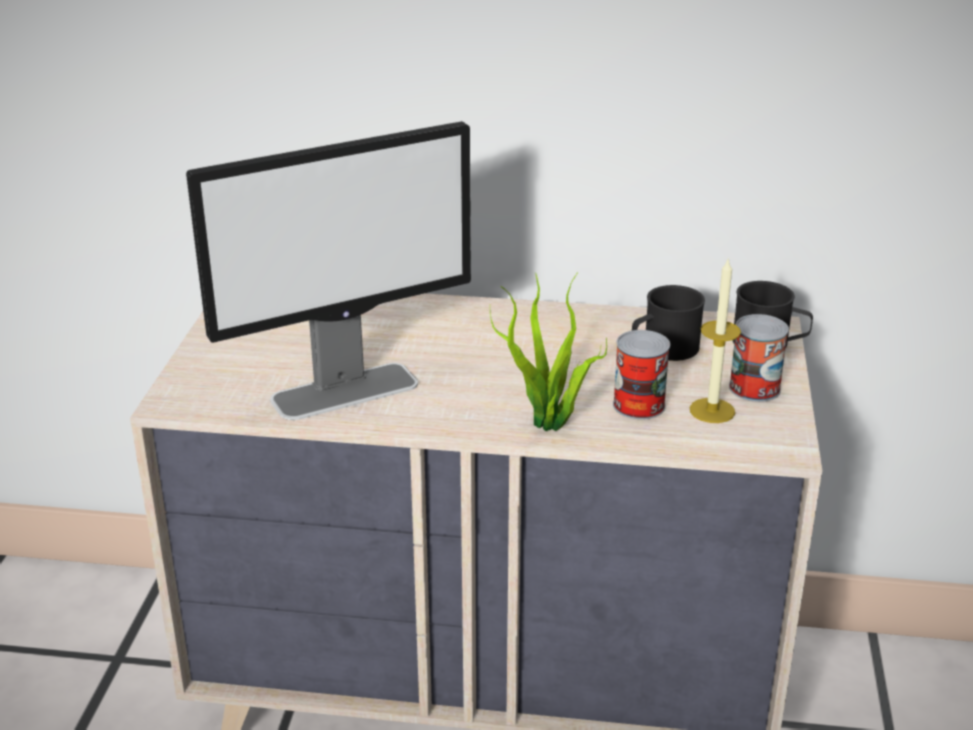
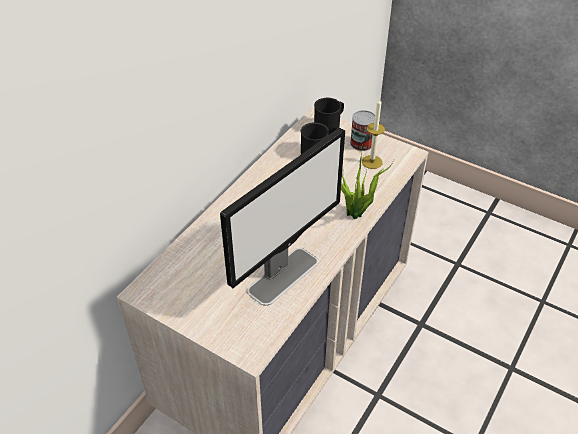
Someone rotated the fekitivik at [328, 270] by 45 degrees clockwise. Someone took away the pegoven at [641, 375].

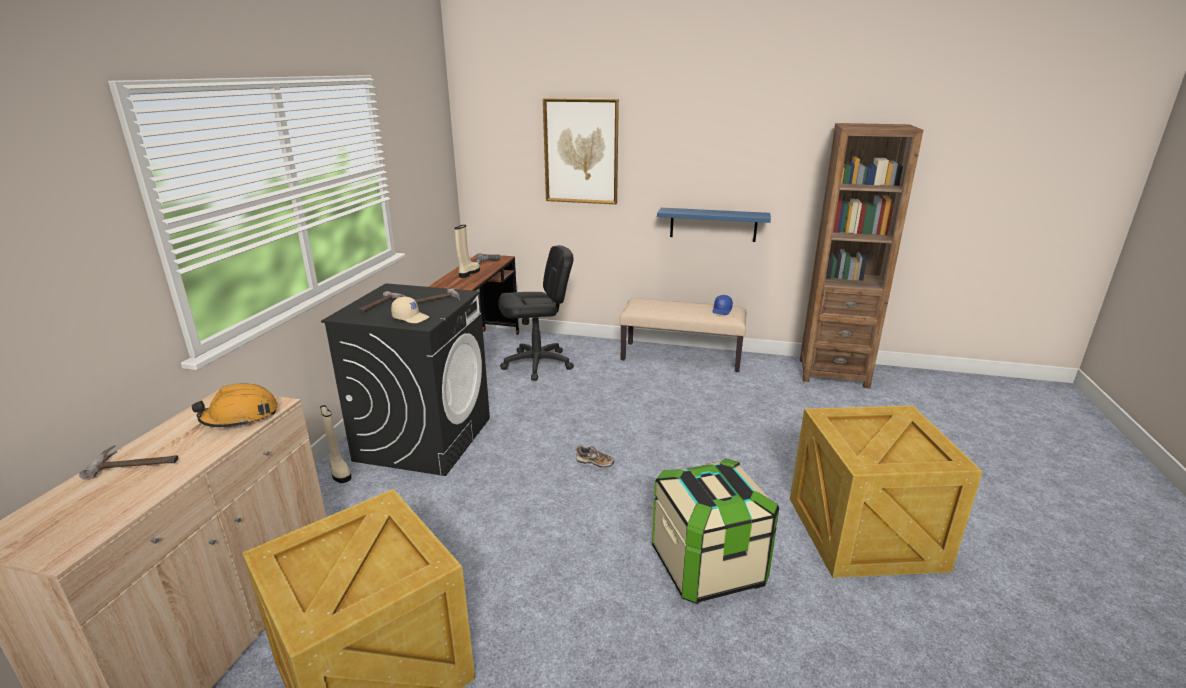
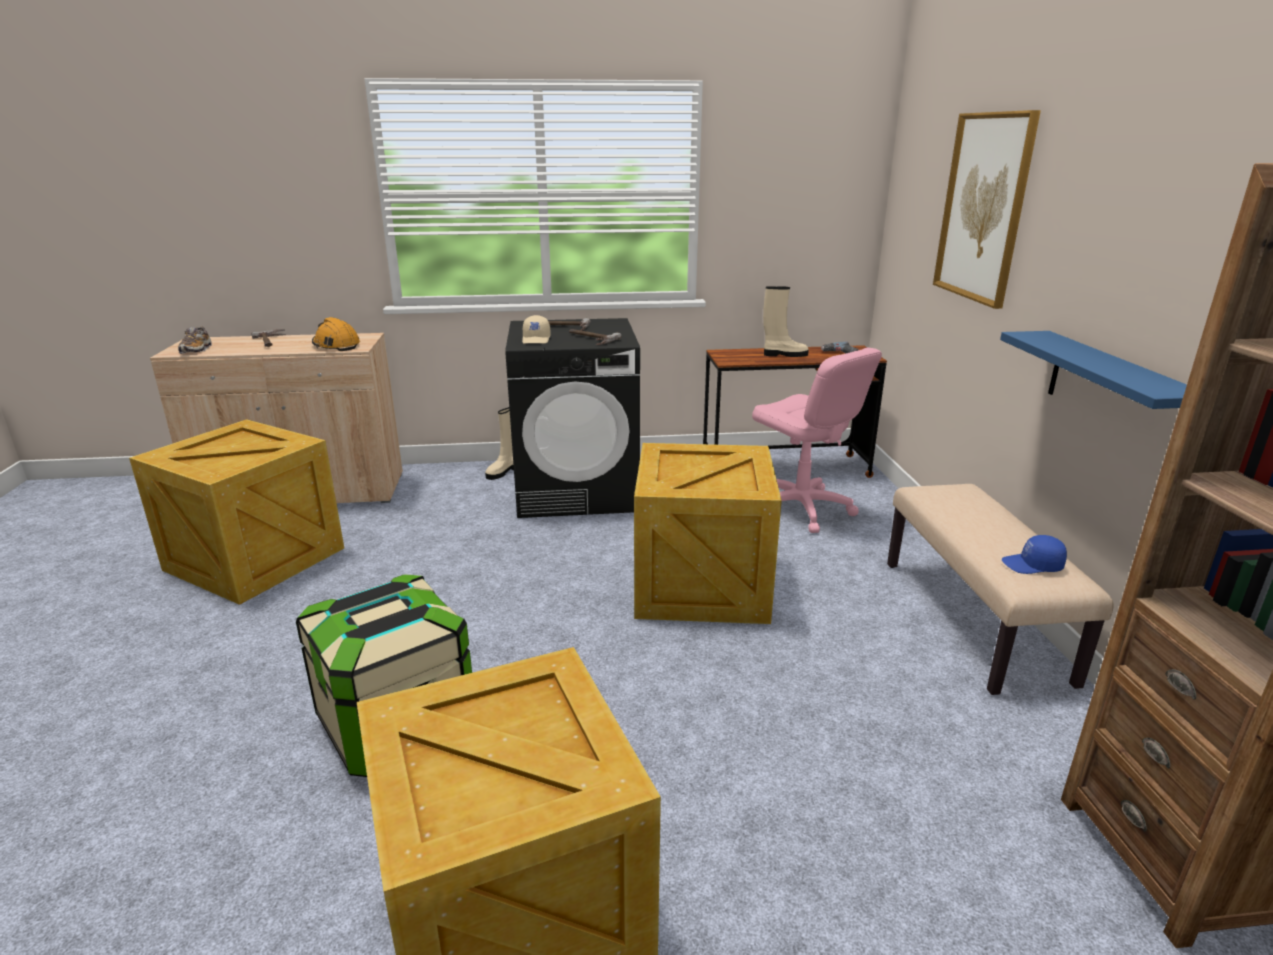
Someone repainted the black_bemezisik at [536, 313], which became the pink_bemezisik at [817, 440]. Someone carried the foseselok from [594, 457] to [195, 340]. Someone put down the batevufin at [708, 533].

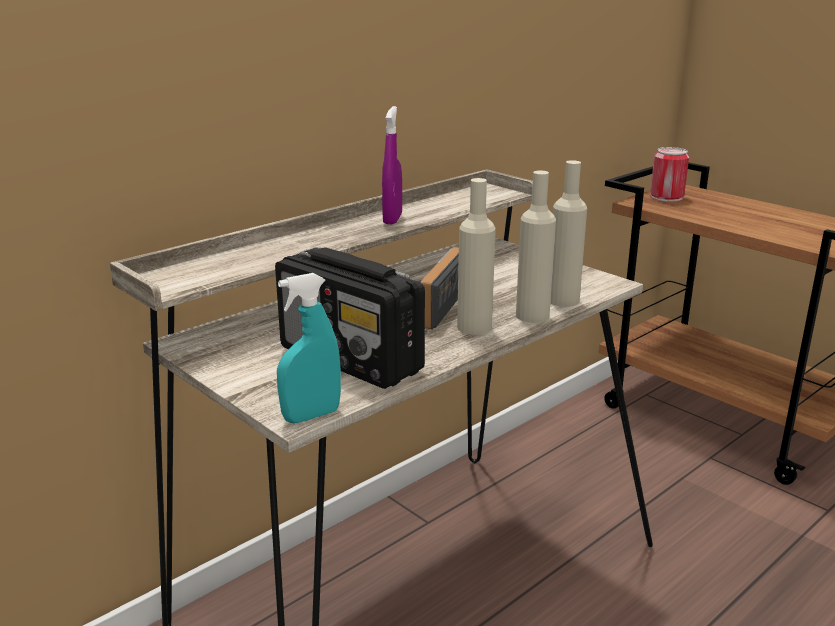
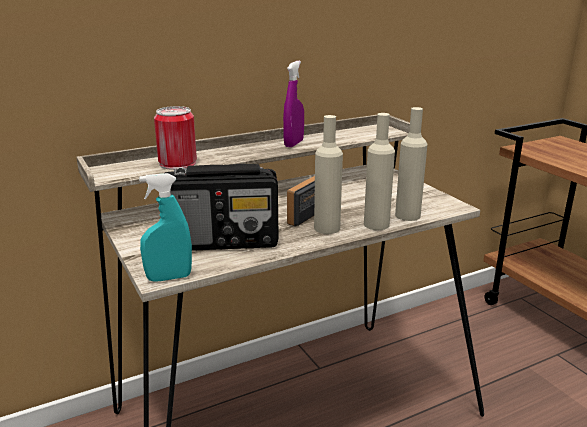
Someone rotated the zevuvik at [350, 318] by 60 degrees counterclockwise. Someone carried the pegoven from [669, 174] to [175, 138].

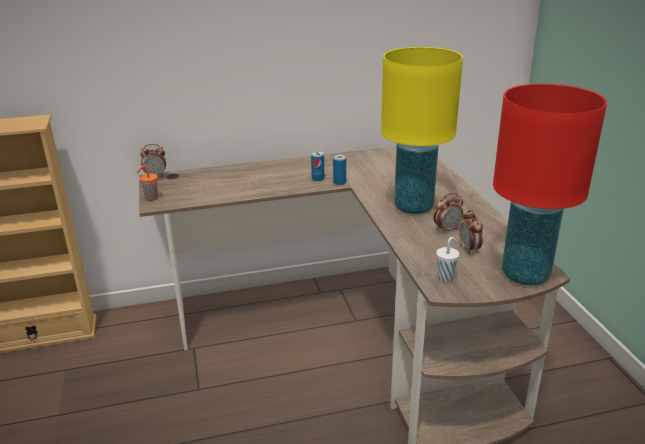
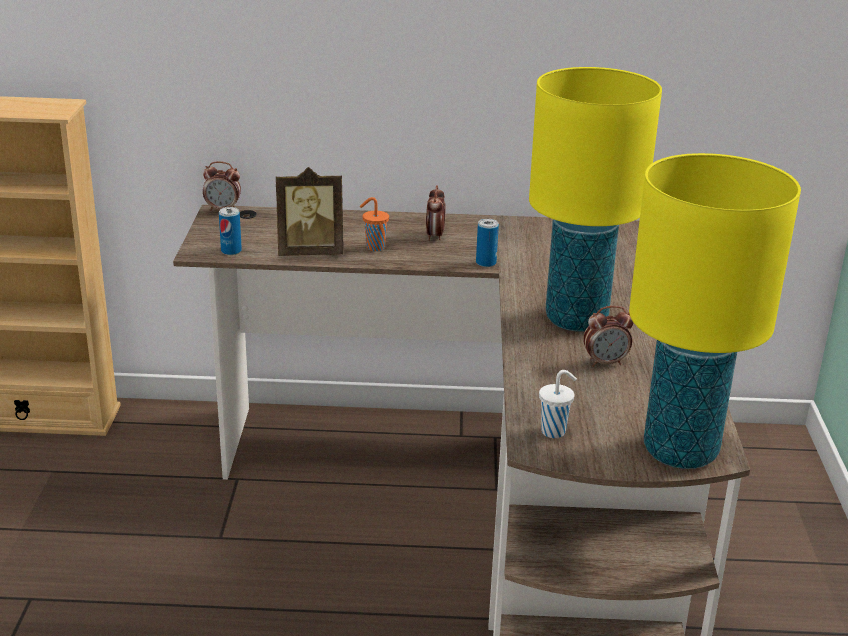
Someone carried the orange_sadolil from [147, 183] to [374, 224]. Someone carried the pegoven from [317, 166] to [230, 231]. Someone carried the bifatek from [471, 232] to [435, 213]. Someone repainted the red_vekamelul at [550, 185], which became the yellow_vekamelul at [715, 311]. Someone put down the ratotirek at [309, 211].

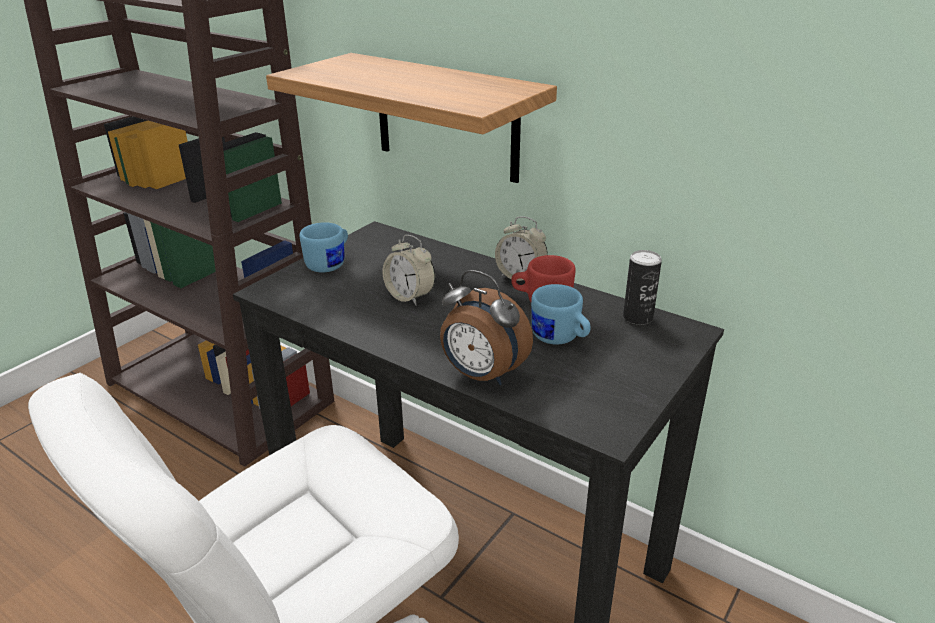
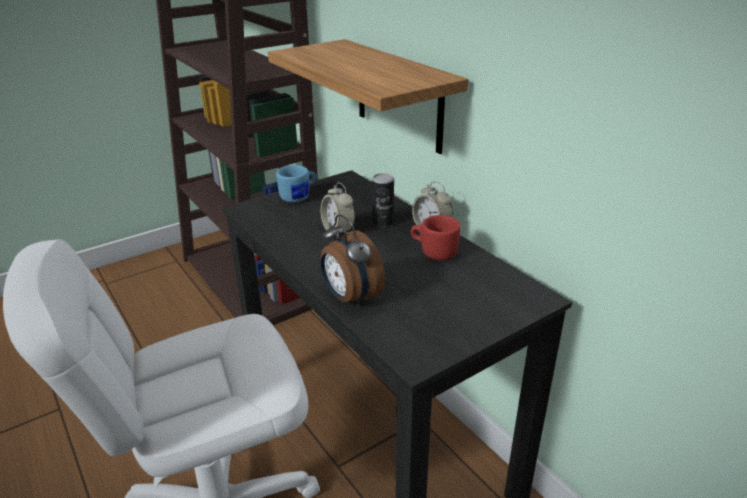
Someone took away the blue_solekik at [561, 314]. Someone carried the pegoven from [642, 287] to [383, 200].

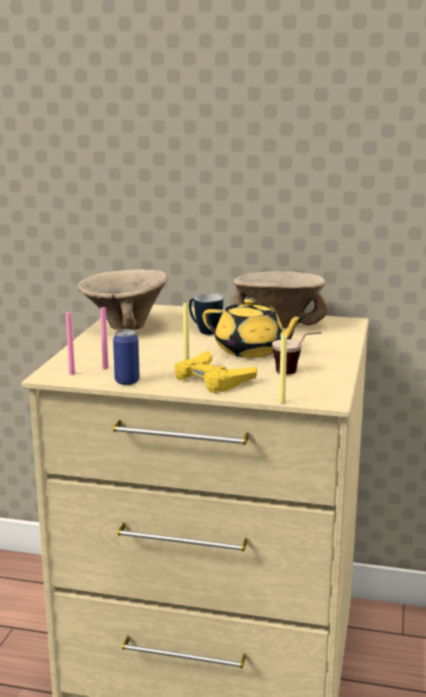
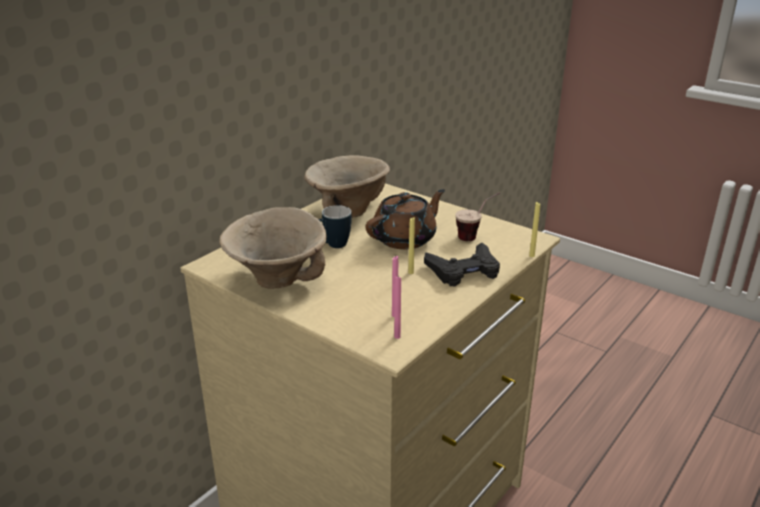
Someone took away the pegoven at [126, 357]. Someone repainted the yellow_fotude at [216, 372], which became the black_fotude at [462, 264]. Someone repainted the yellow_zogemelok at [254, 328], which became the brown_zogemelok at [405, 219].

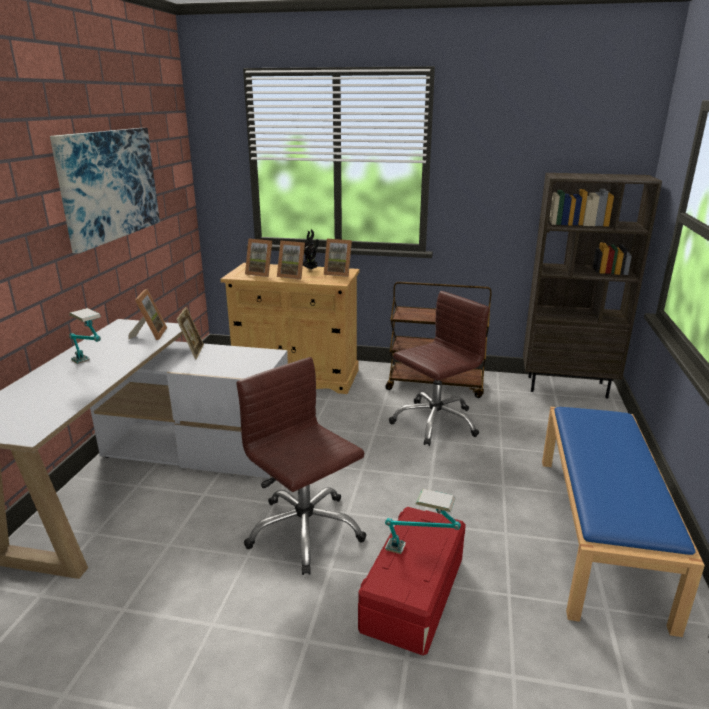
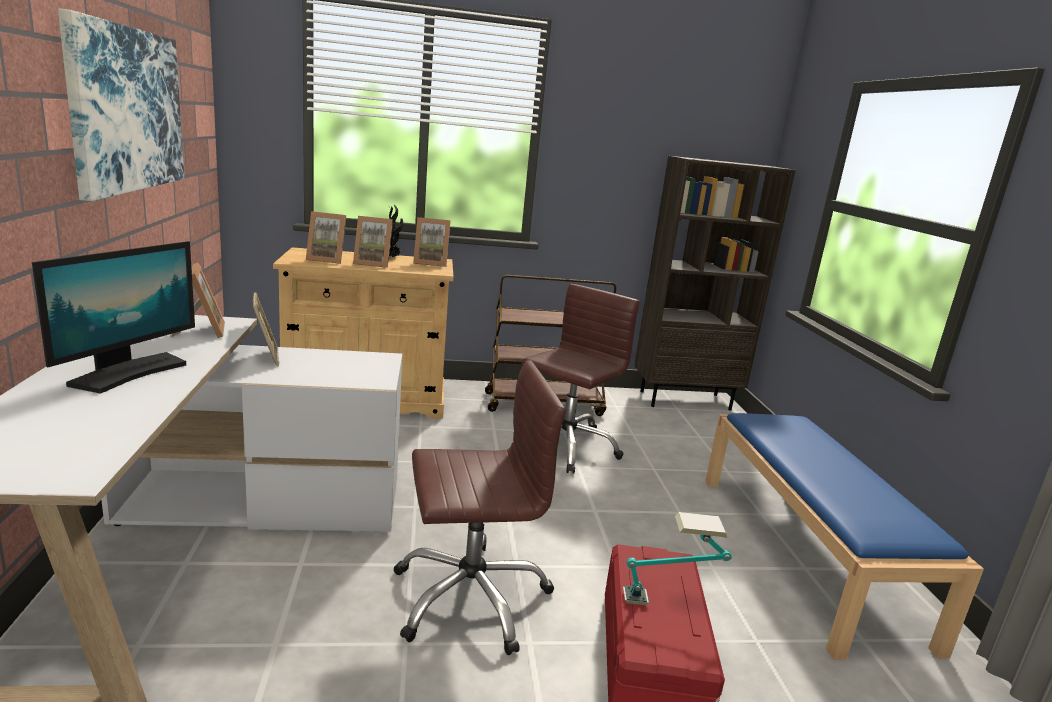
Someone swapped the vekamelul at [85, 336] for the fekitivik at [113, 317]. Someone rotated the brown_bemezisik at [301, 466] by 135 degrees clockwise.

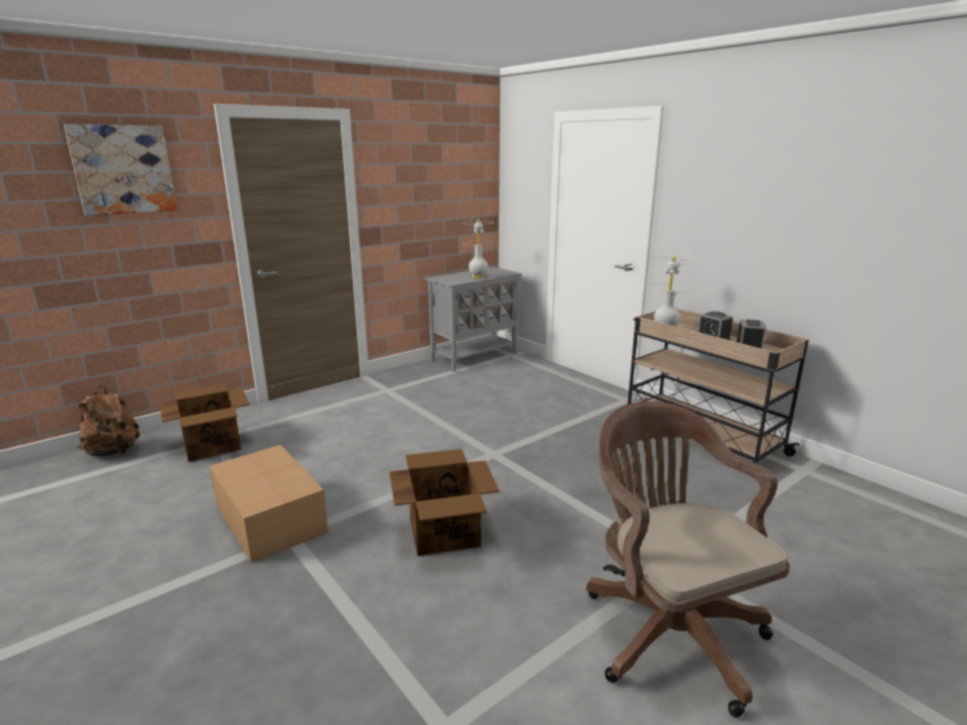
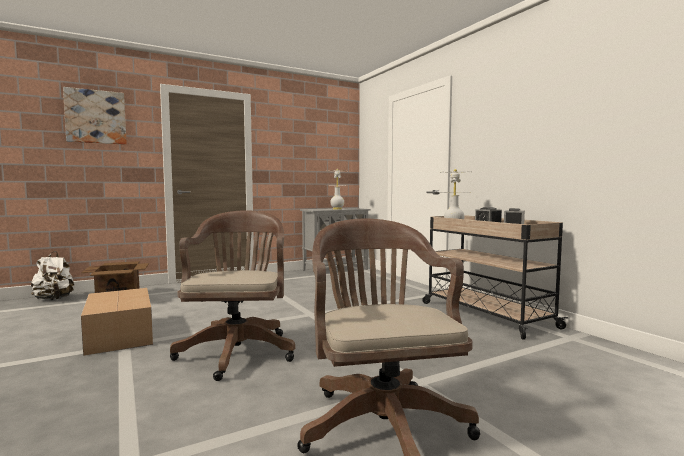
Someone repainted the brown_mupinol at [108, 420], which became the white_mupinol at [53, 275]. Someone swapped the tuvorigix at [444, 502] for the brown_bemezisik at [232, 295].

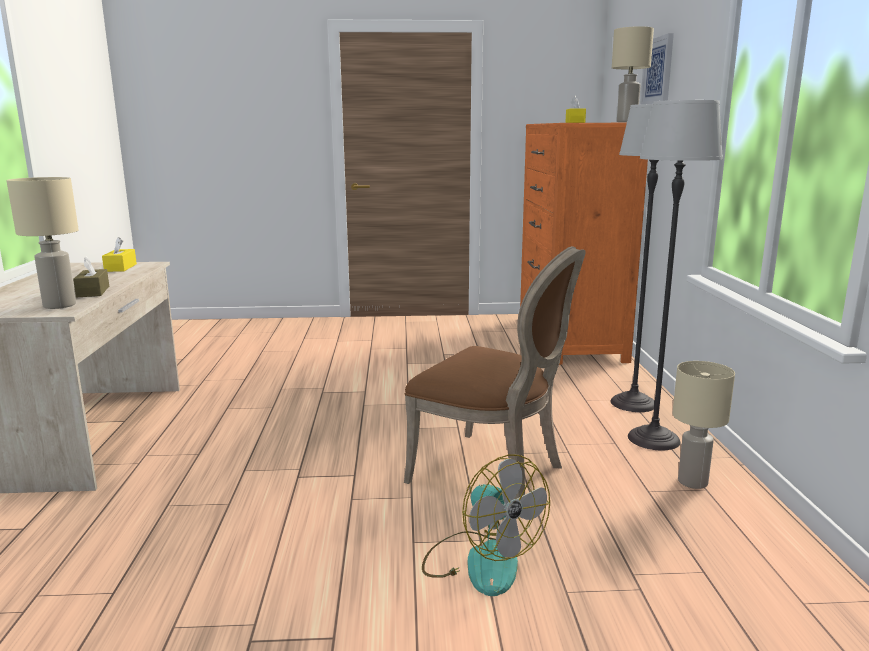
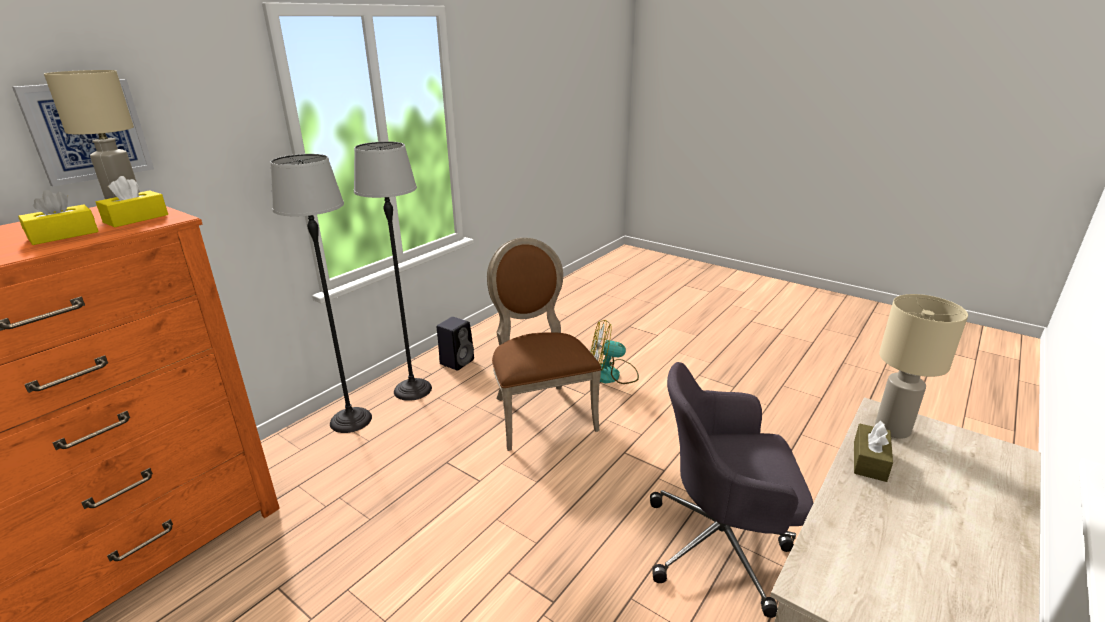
Someone carried the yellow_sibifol from [119, 254] to [132, 201]. Someone rotated the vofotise at [486, 525] by 90 degrees counterclockwise. Someone swapped the beige_vekamelul at [704, 425] for the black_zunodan at [455, 343]. Someone put down the grey_bemezisik at [731, 490].

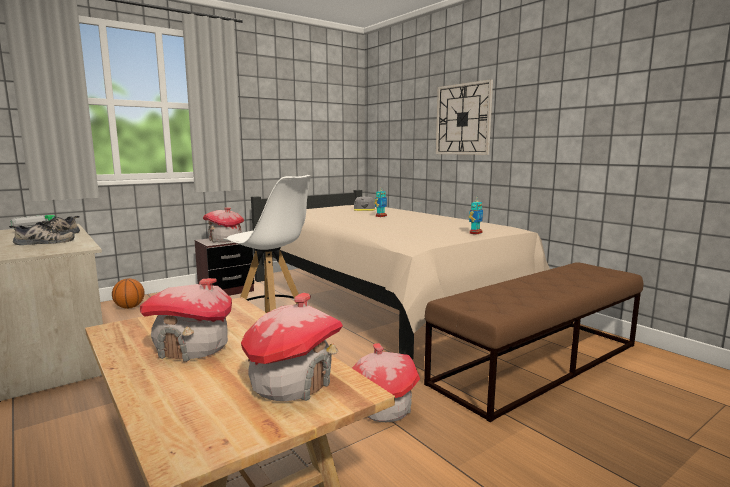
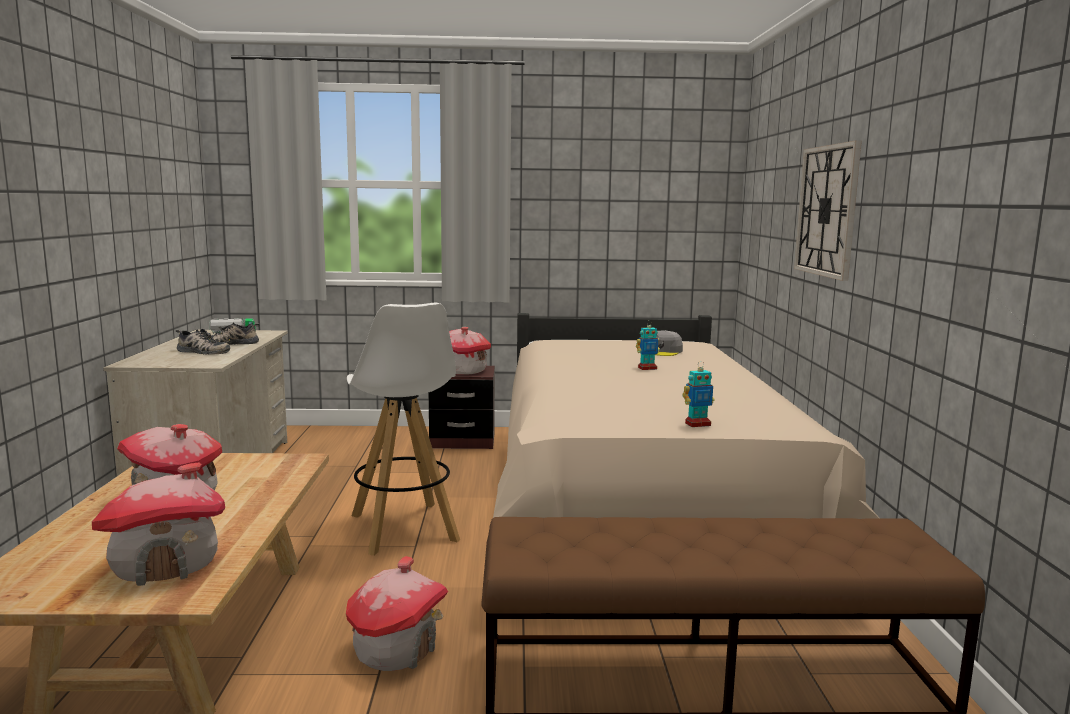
Someone took away the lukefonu at [128, 293].

